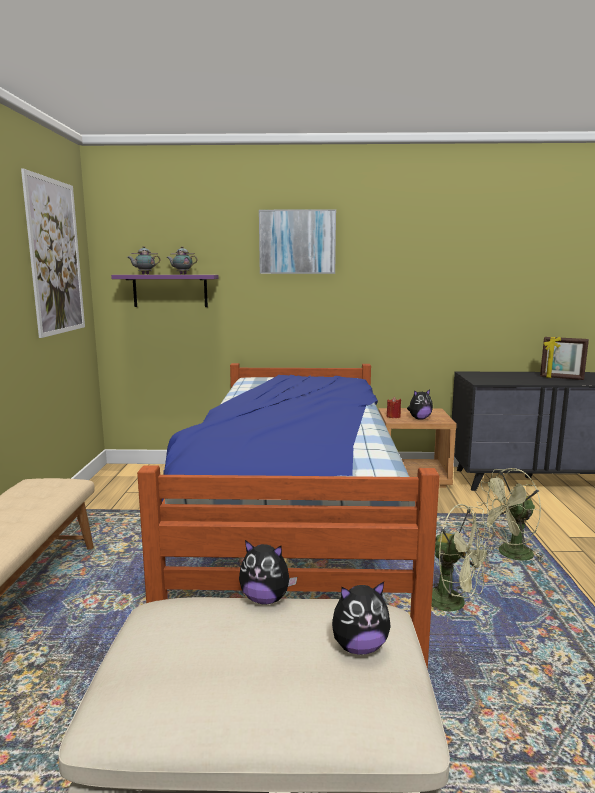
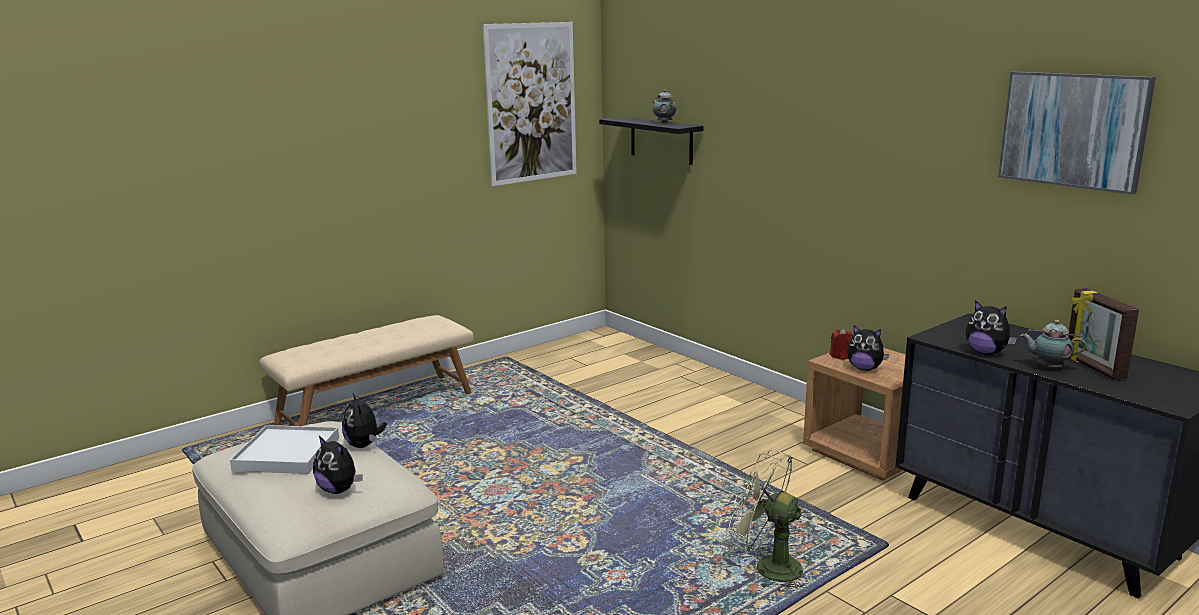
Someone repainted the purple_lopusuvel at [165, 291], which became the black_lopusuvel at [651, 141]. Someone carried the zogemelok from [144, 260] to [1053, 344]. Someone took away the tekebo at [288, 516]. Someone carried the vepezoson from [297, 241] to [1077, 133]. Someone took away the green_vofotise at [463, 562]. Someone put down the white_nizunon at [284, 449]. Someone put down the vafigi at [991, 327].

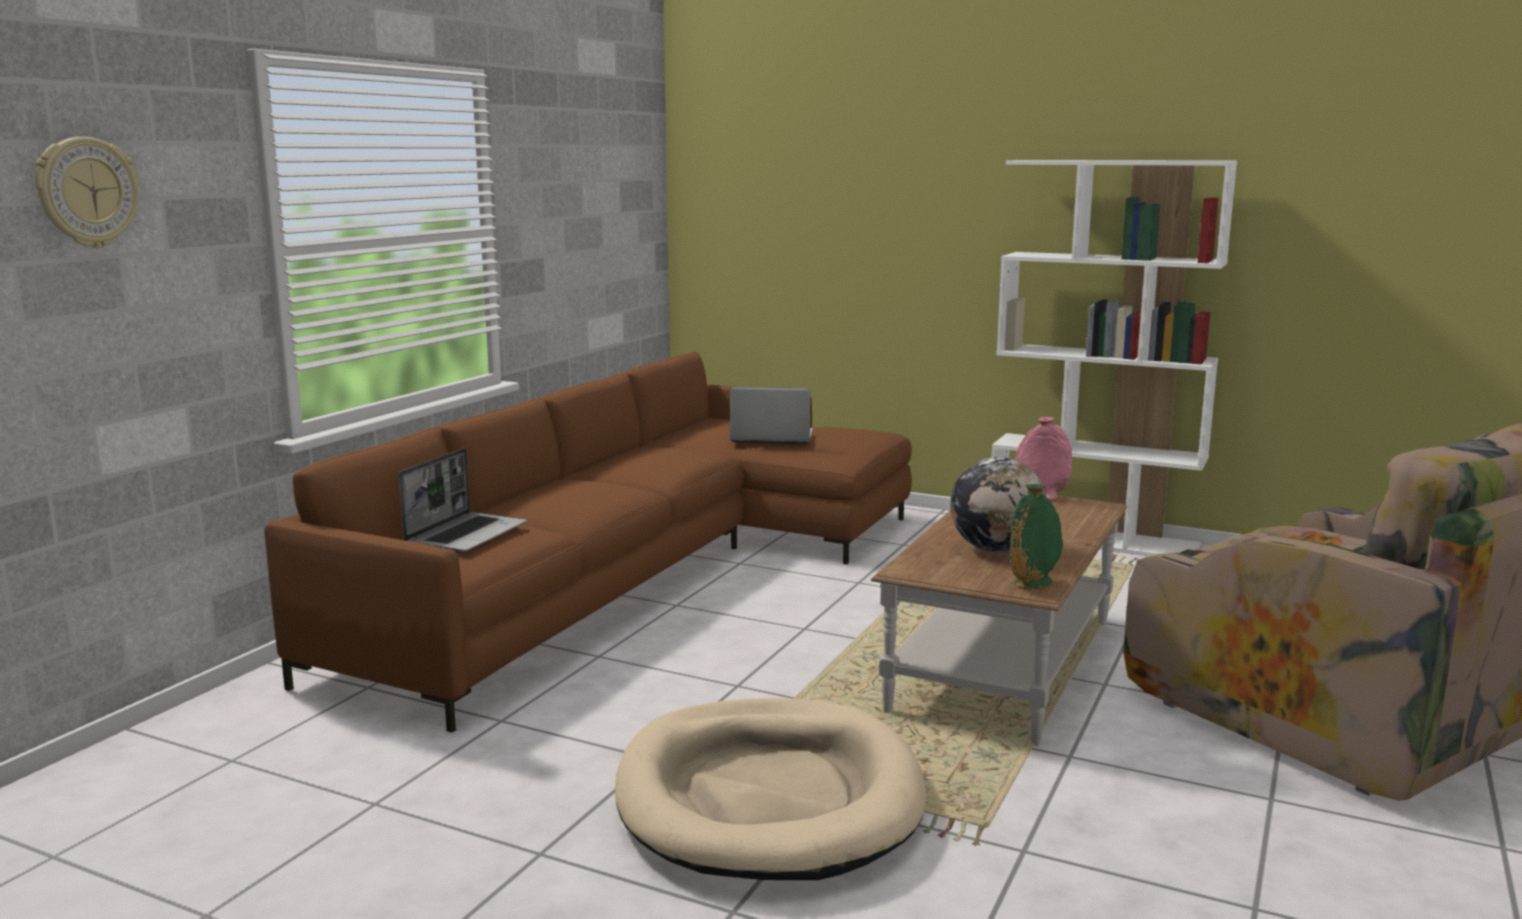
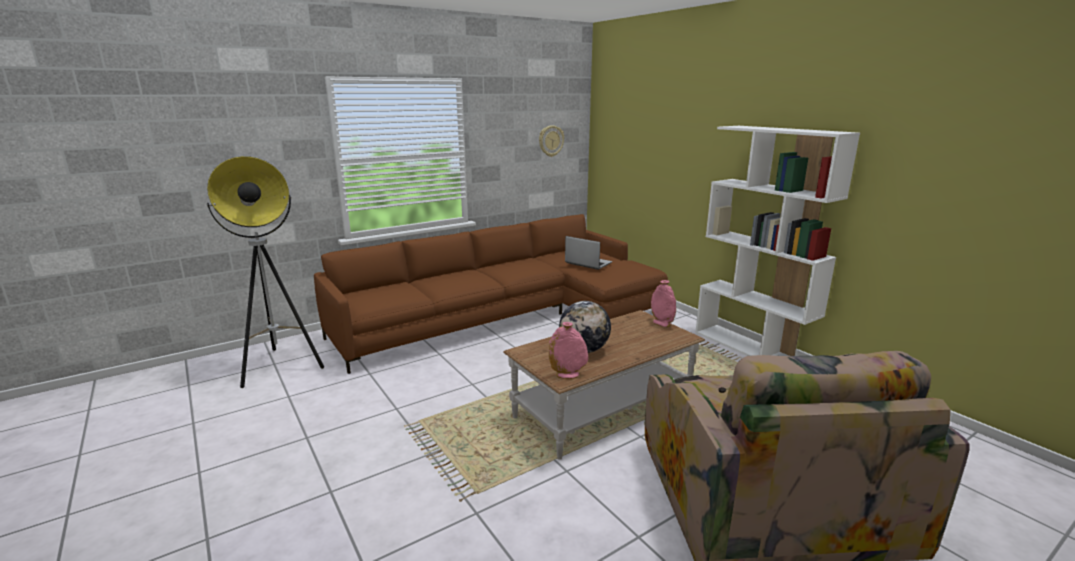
Someone carried the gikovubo from [87, 192] to [551, 141]. Someone took away the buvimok at [463, 500]. Someone took away the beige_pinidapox at [770, 789]. Someone repainted the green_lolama at [1036, 537], which became the pink_lolama at [568, 350]. Someone put down the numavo at [265, 272].

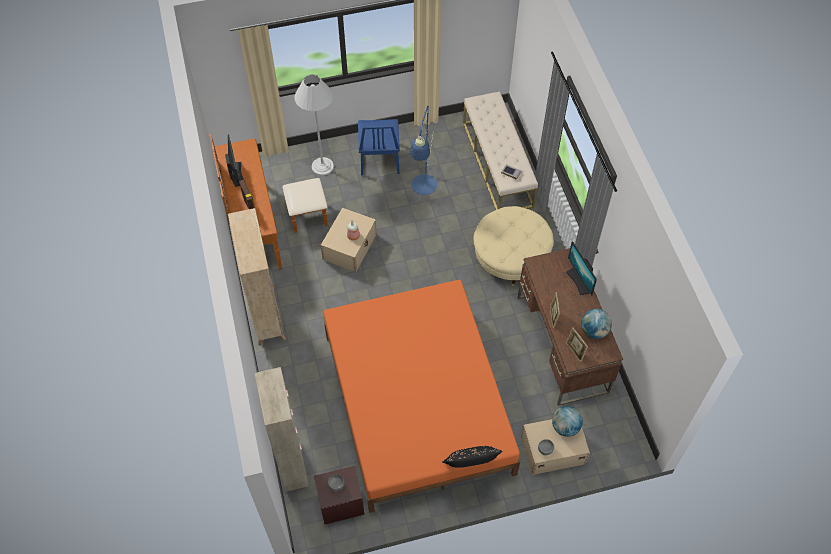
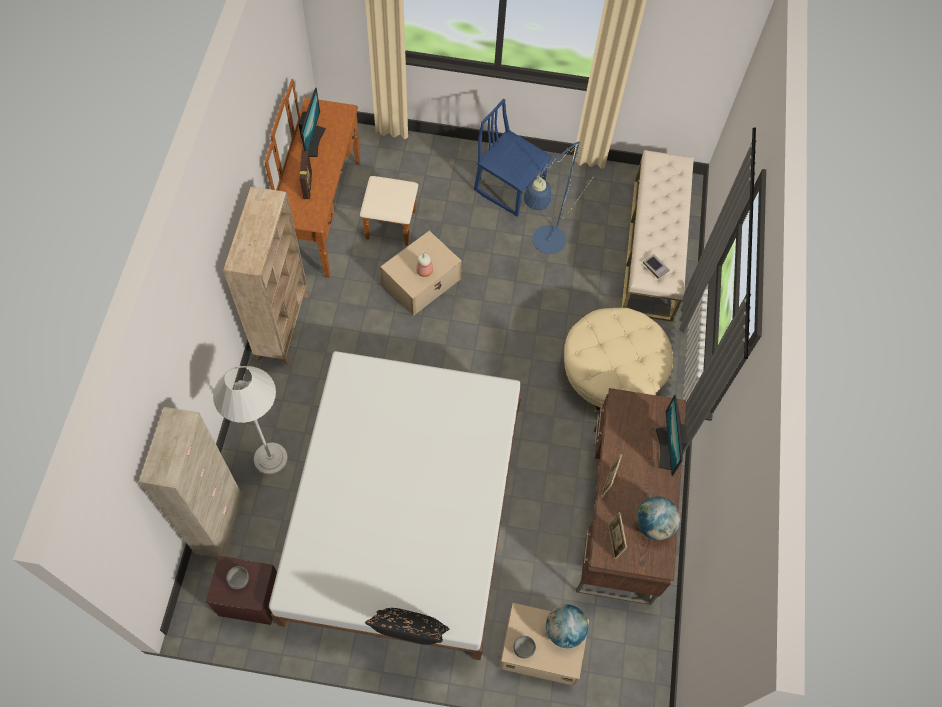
Someone carried the white_numavo from [314, 125] to [250, 420]. Someone repainted the orange_tekebo at [422, 396], which became the white_tekebo at [395, 505]. Someone rotated the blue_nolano at [379, 147] by 105 degrees clockwise.

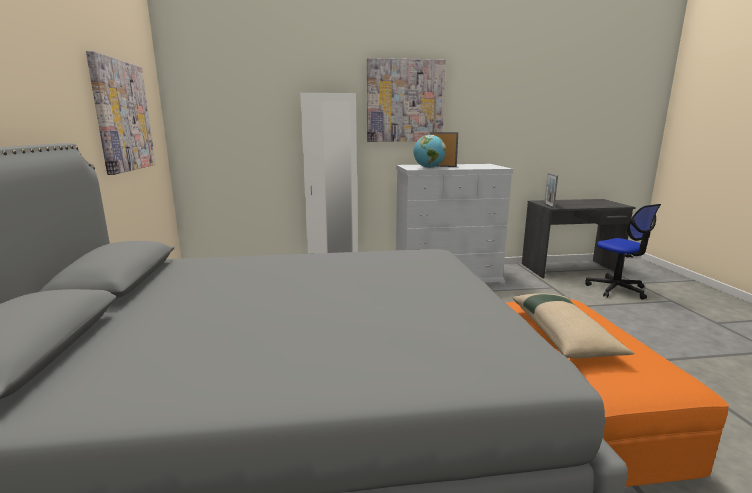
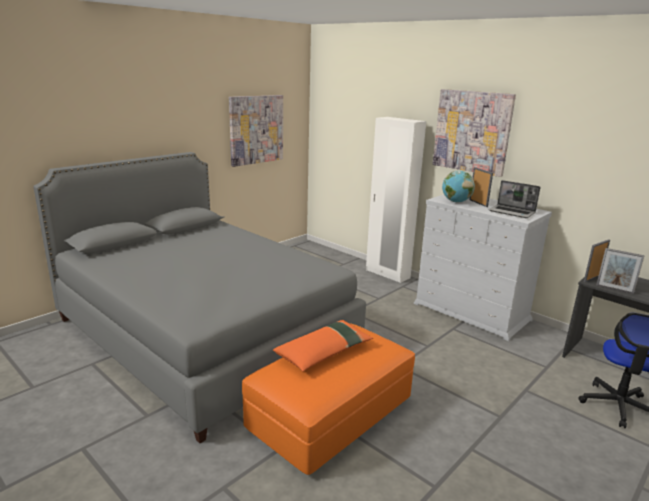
Someone repainted the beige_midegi at [573, 325], which became the orange_midegi at [323, 346]. Someone put down the buvimok at [514, 199]. Someone put down the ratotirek at [620, 271].

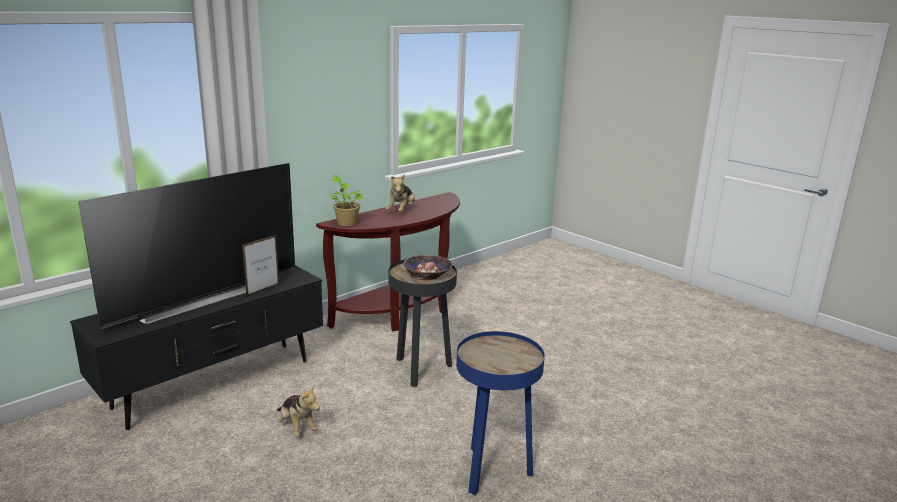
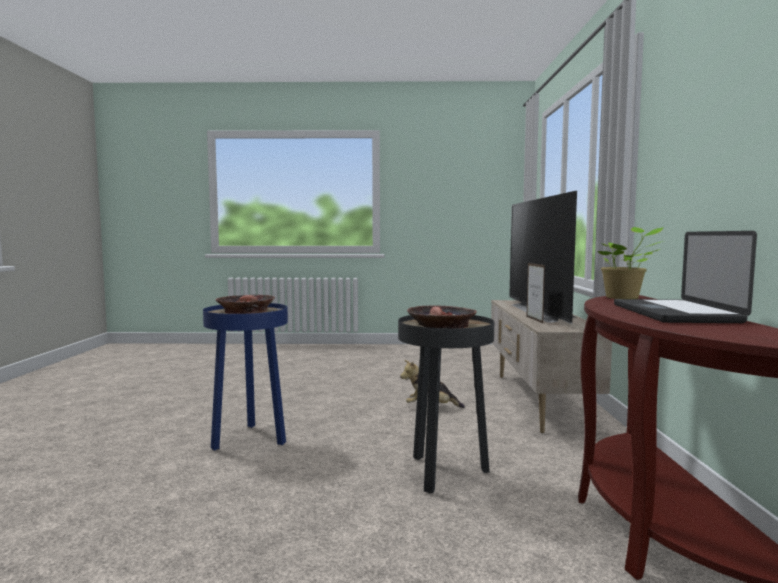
Someone repainted the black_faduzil at [196, 347], which became the beige_faduzil at [551, 366]. Someone swapped the vafigi at [400, 193] for the buvimok at [685, 277]. Someone put down the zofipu at [245, 304].

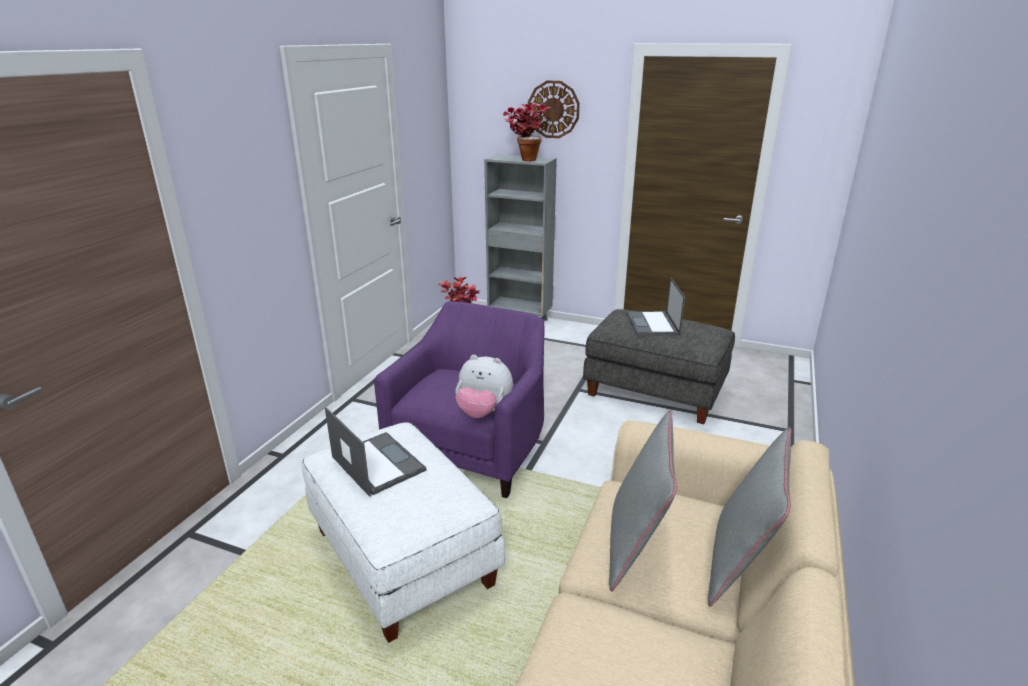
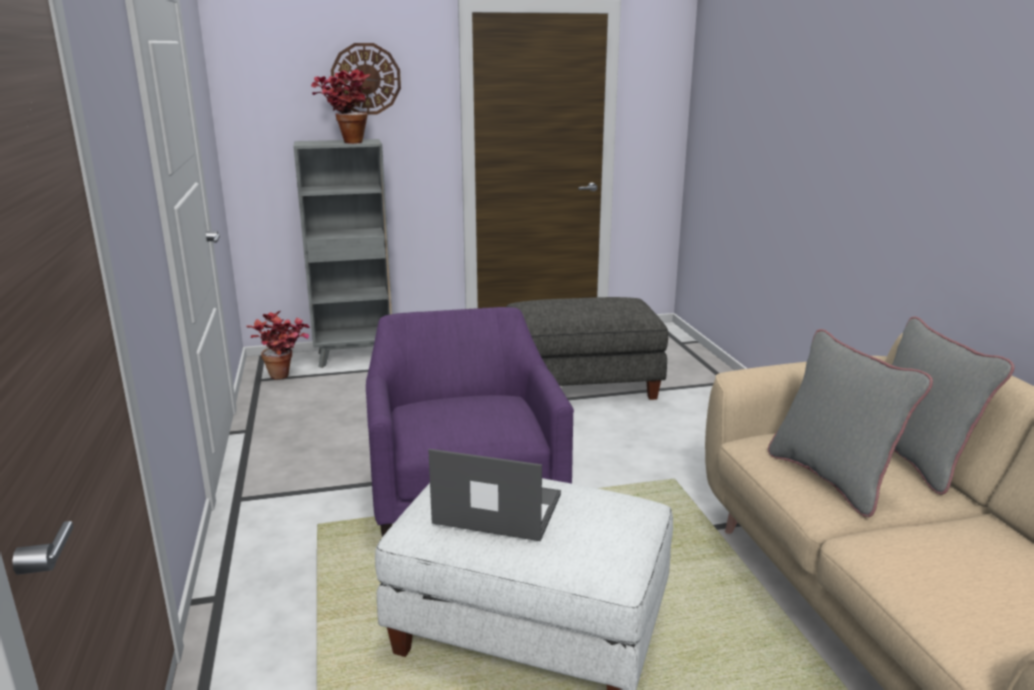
Someone took away the vafigi at [484, 386]. Someone took away the buvimok at [656, 306].

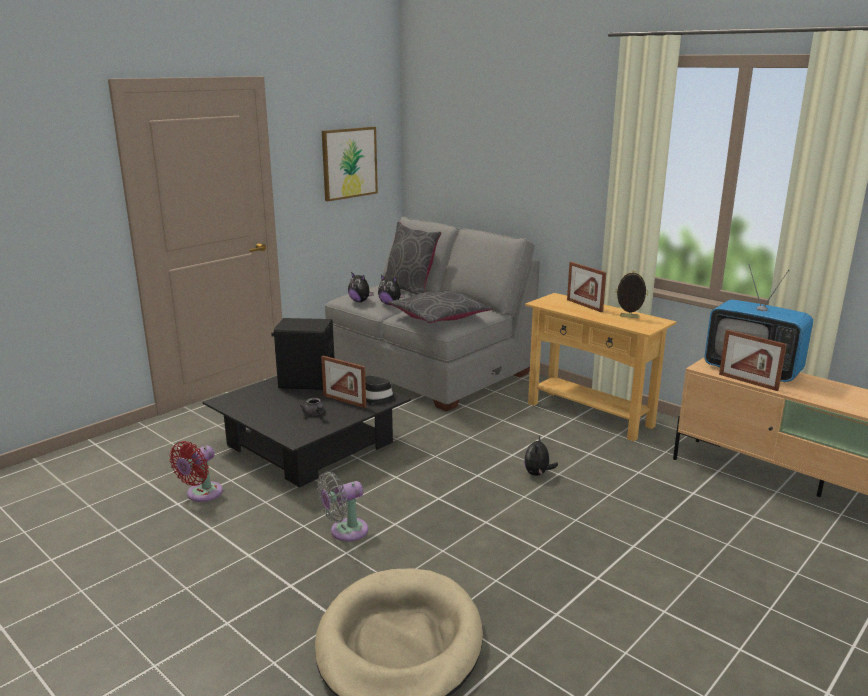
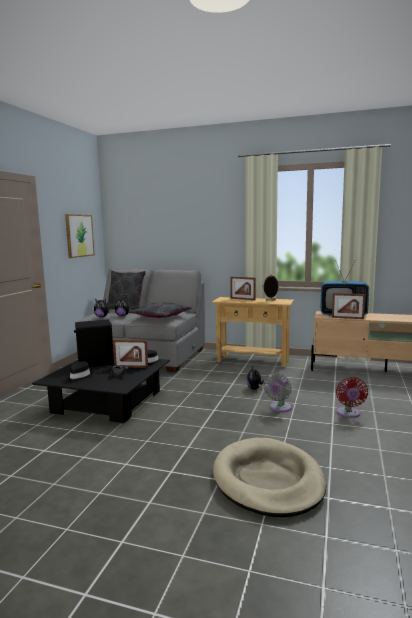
Someone carried the red_vofotise from [196, 471] to [352, 397]. Someone carried the grey_vofotise from [343, 506] to [277, 392]. Someone put down the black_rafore at [79, 372].

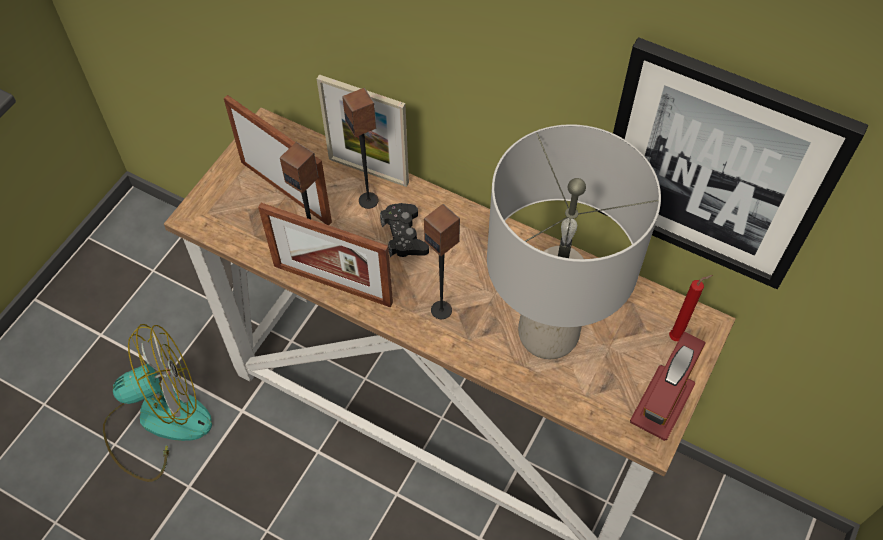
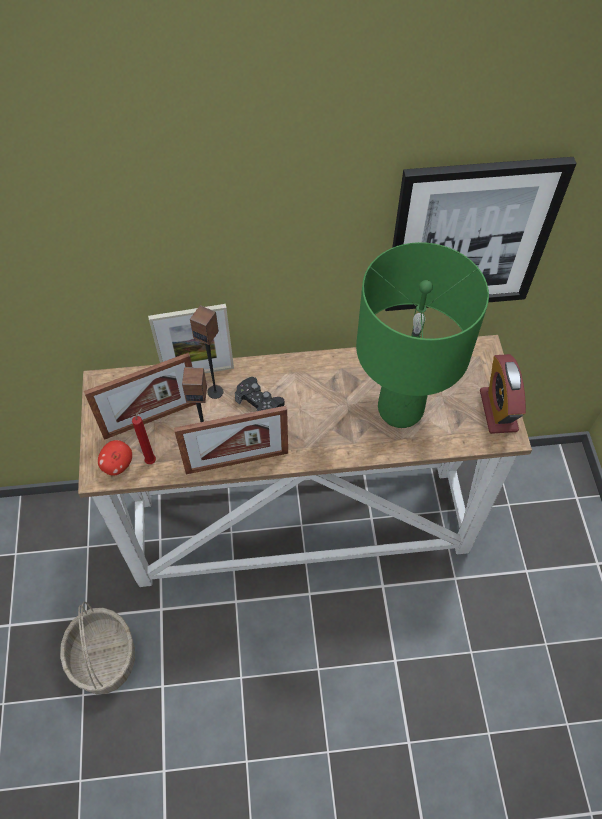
Someone swapped the vofotise at [157, 403] for the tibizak at [97, 648]. Someone rotated the ratotirek at [278, 160] by 150 degrees clockwise. Someone took away the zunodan at [442, 261]. Someone repainted the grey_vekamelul at [574, 241], which became the green_vekamelul at [422, 335]. Someone carried the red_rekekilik from [691, 308] to [144, 436]. Someone put down the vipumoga at [115, 458].

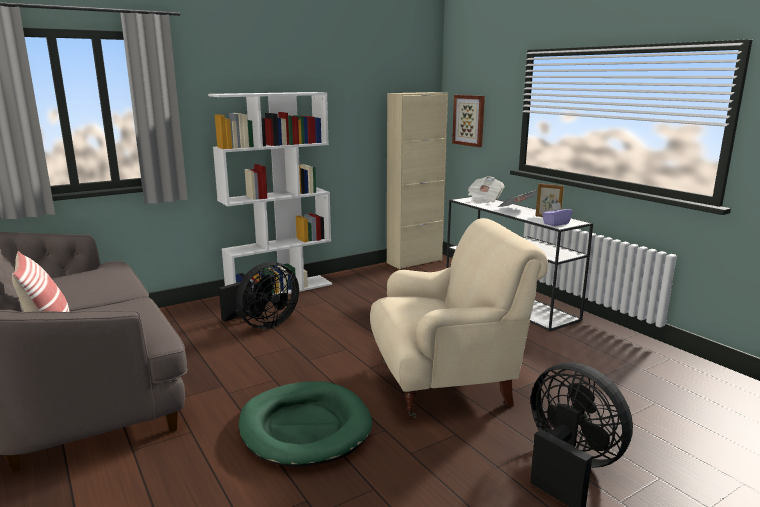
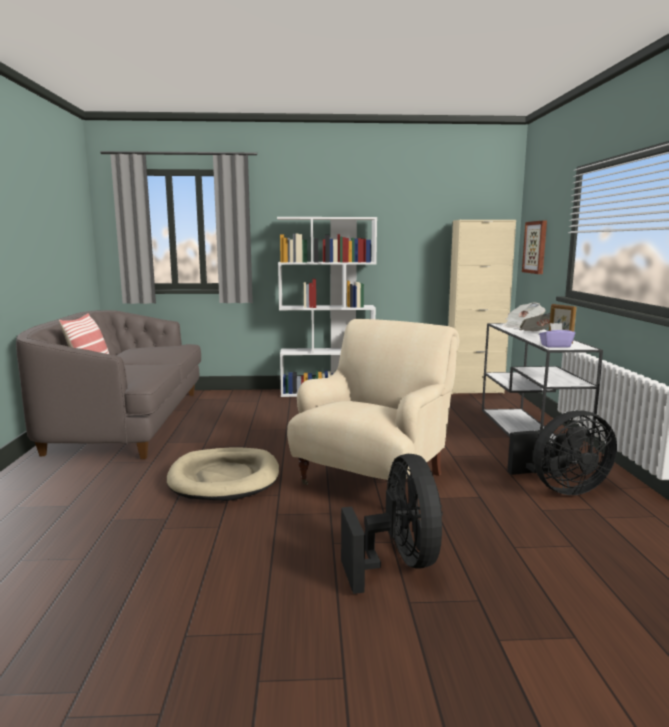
Someone carried the black_vofotise from [259, 295] to [562, 452]. Someone repainted the green_pinidapox at [305, 424], which became the beige_pinidapox at [223, 474]. Someone rotated the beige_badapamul at [459, 318] by 75 degrees counterclockwise.

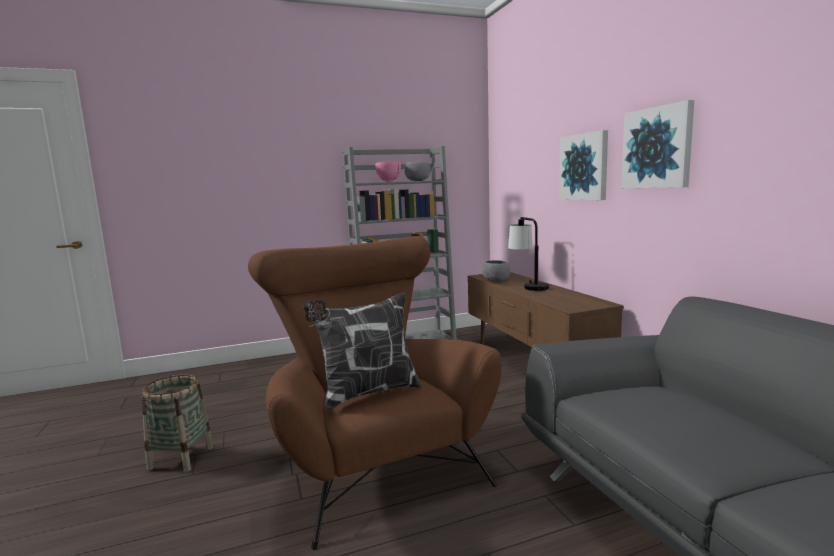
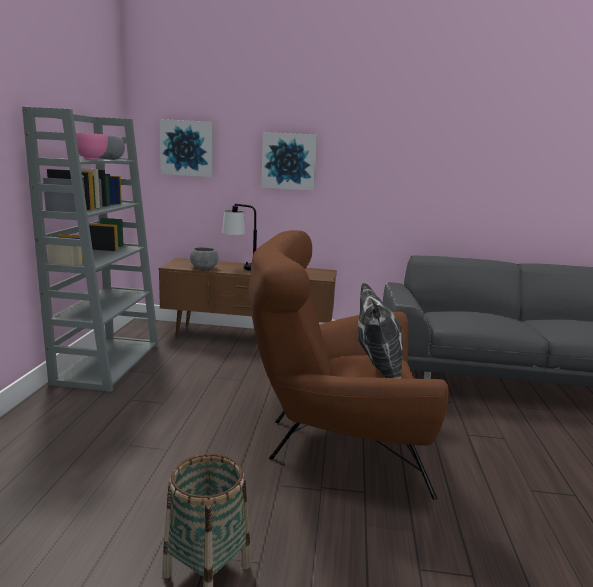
Someone carried the vepezoson from [657, 144] to [186, 148].

